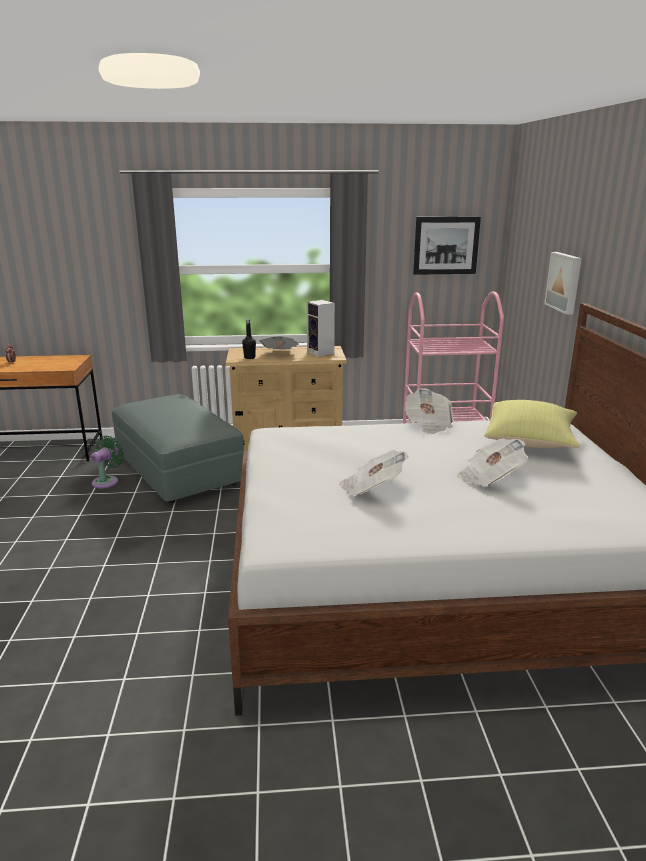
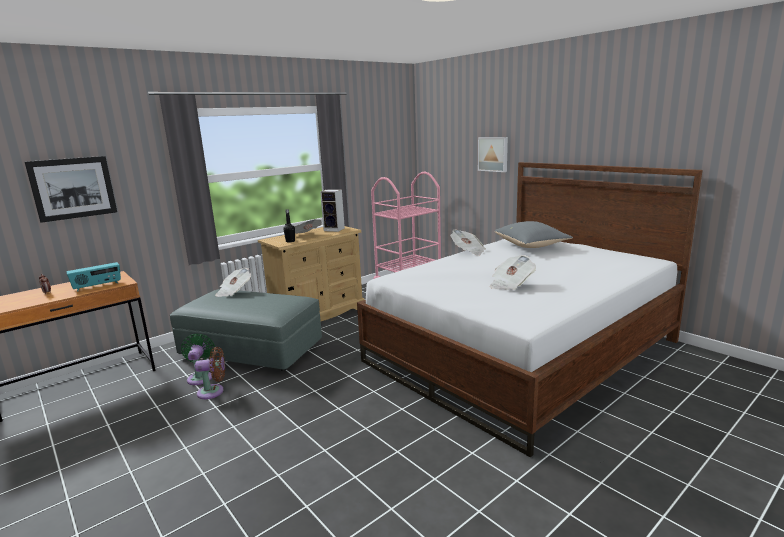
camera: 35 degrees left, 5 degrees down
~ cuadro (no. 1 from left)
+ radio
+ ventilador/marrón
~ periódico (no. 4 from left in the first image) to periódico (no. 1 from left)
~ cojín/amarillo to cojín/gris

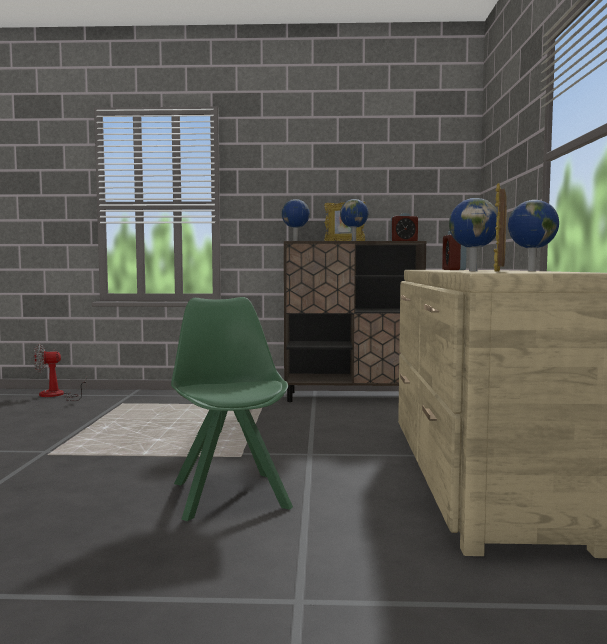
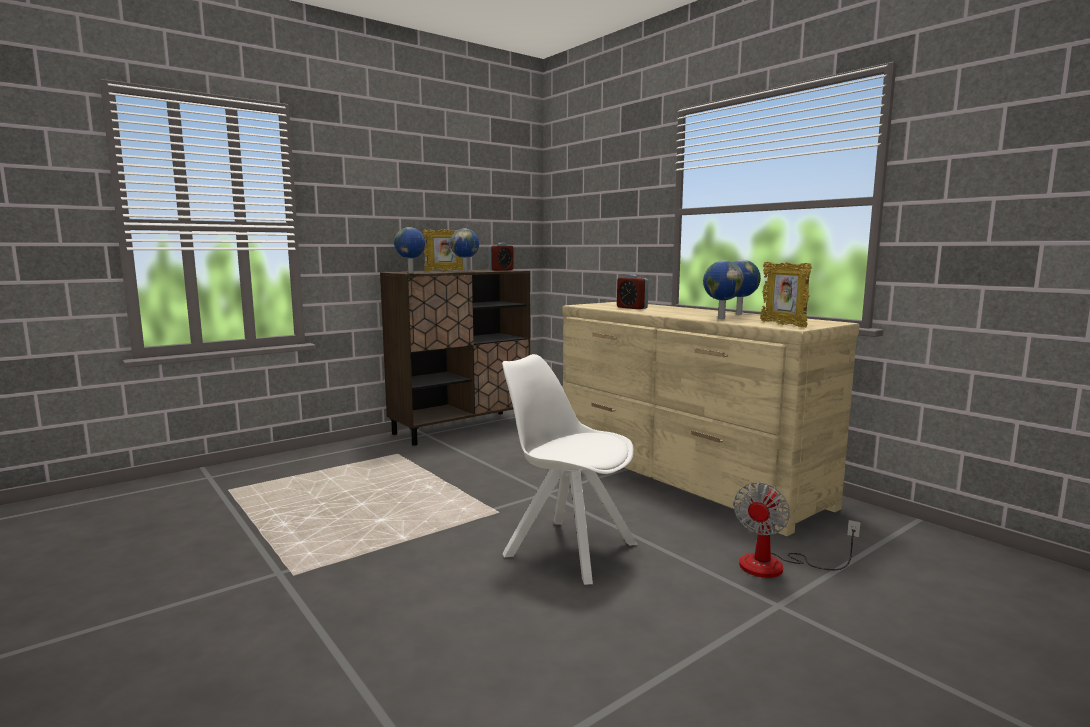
camera: 40 degrees left, 5 degrees up
~ silla/verde to silla/blanco
~ ventilador

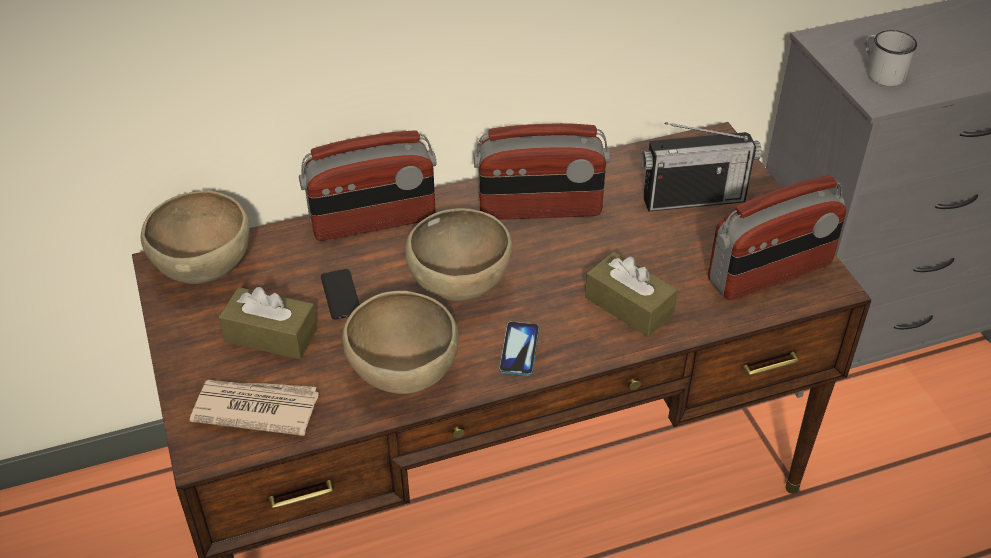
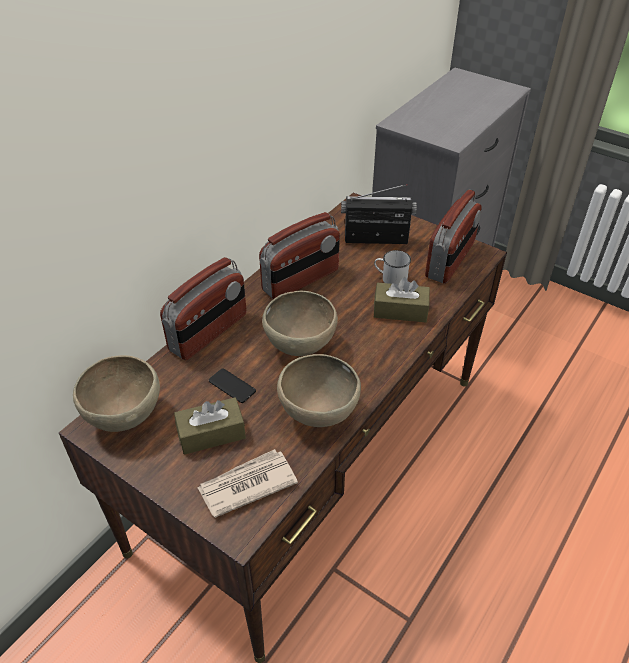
camera: 35 degrees left, 0 degrees up
~ radio (no. 3 from left) 135 degrees counterclockwise
~ taza grande/blanco
- móvil (no. 2 from left)

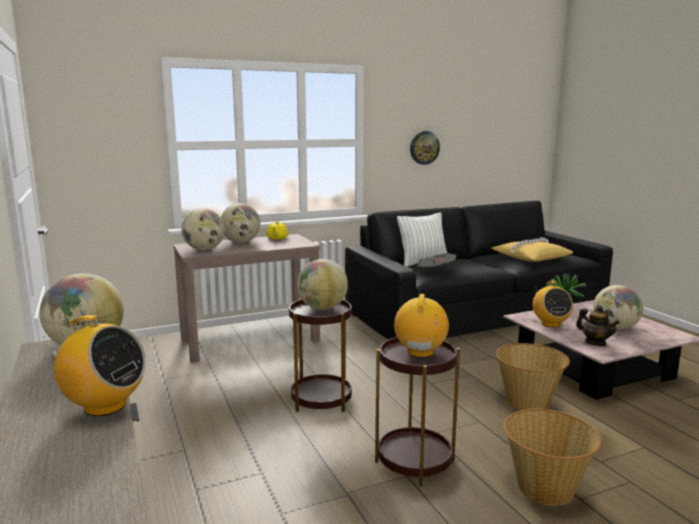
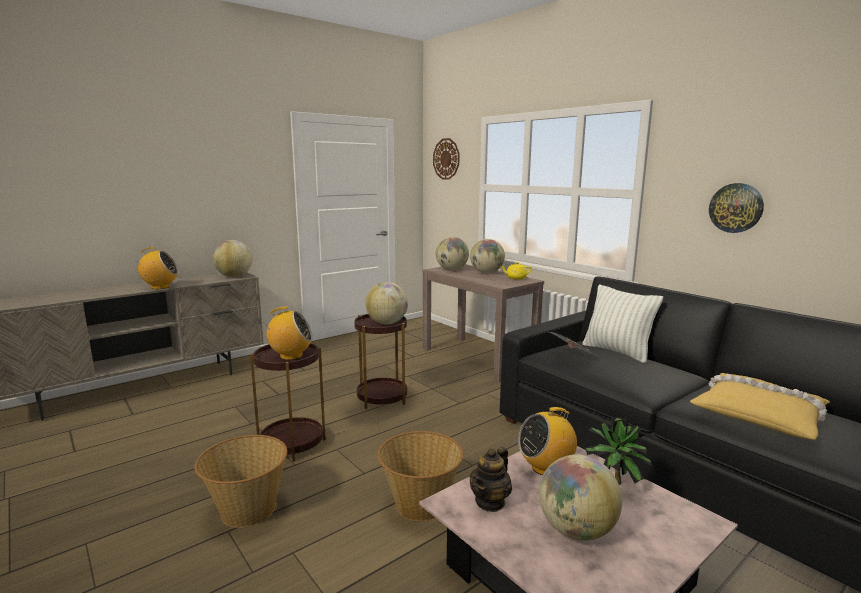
camera: 75 degrees right, 0 degrees up
~ radio (no. 1 from left) 105 degrees counterclockwise
+ reloj de pared (no. 1 from left)

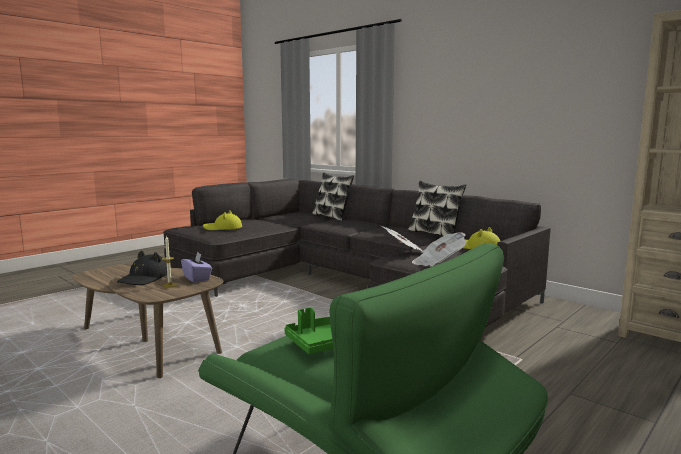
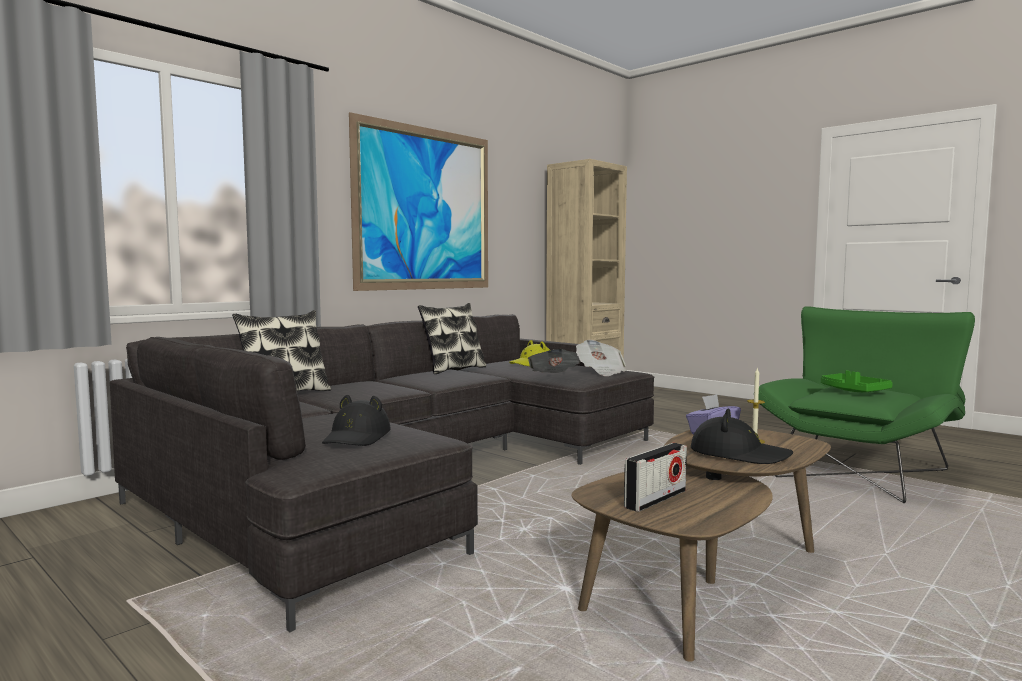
camera: 90 degrees left, 5 degrees down
~ sombrero/amarillo (no. 1 from left) to sombrero/negro (no. 1 from left)
+ cuadro
+ radio

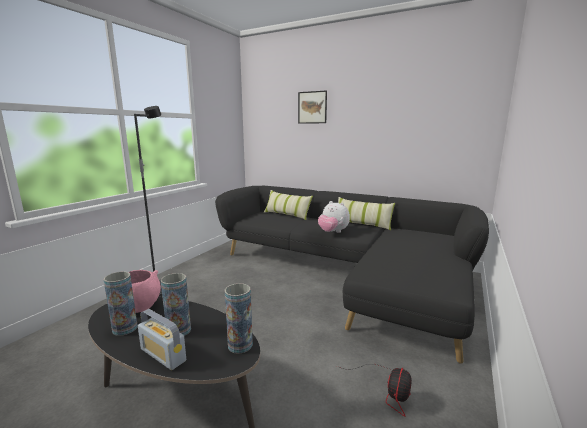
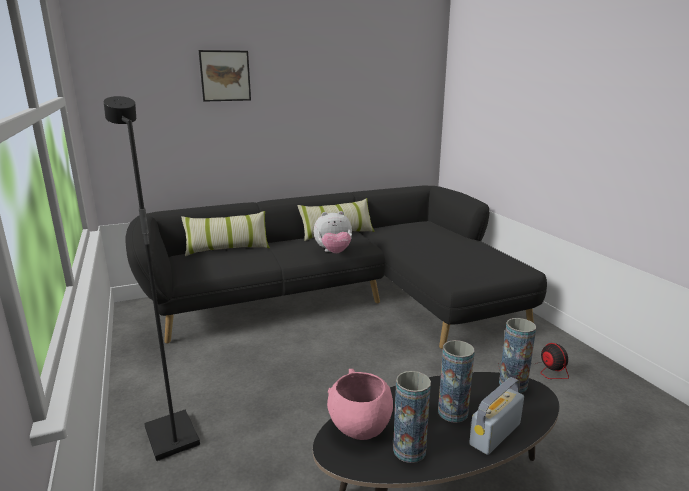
camera: 50 degrees left, 5 degrees up
~ radio 150 degrees clockwise

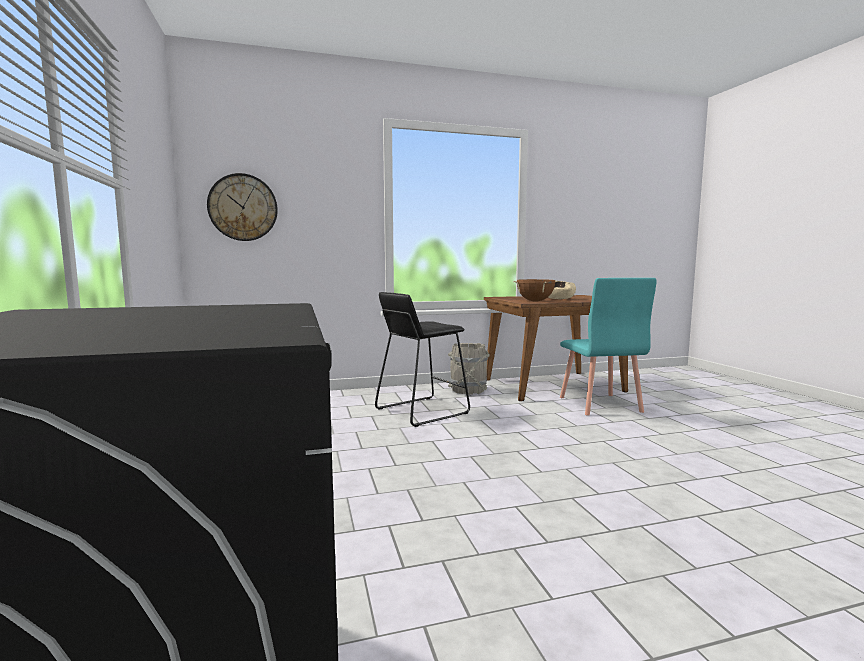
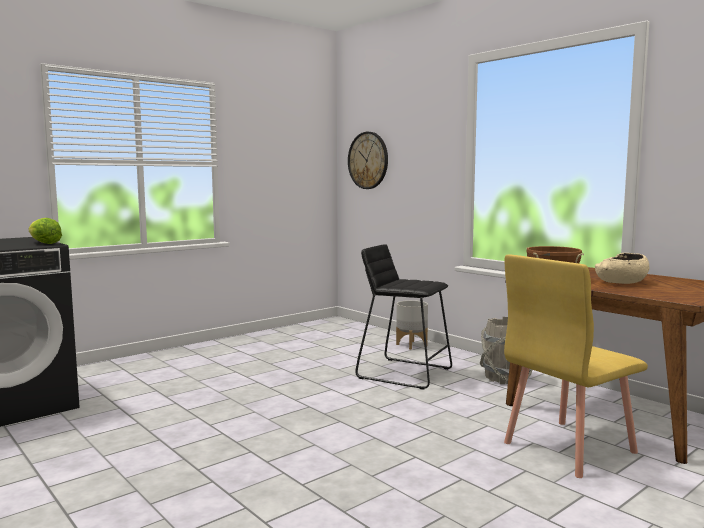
camera: 65 degrees right, 0 degrees up
+ lechuga
+ maceta/gris
~ silla/turquesa to silla/amarillo

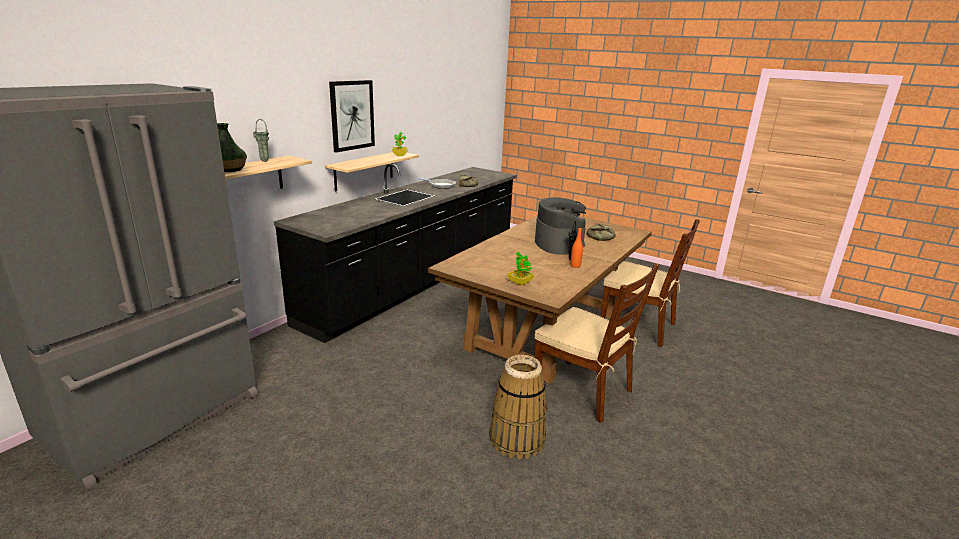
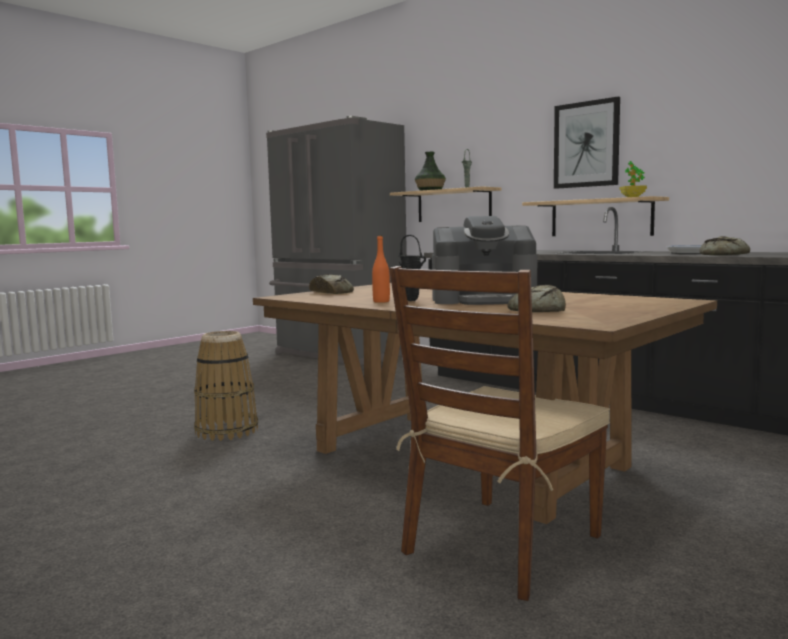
camera: 100 degrees right, 15 degrees down
~ planta en maceta (no. 2 from left) to pan (no. 1 from left)
- silla/marrón (no. 1 from left)

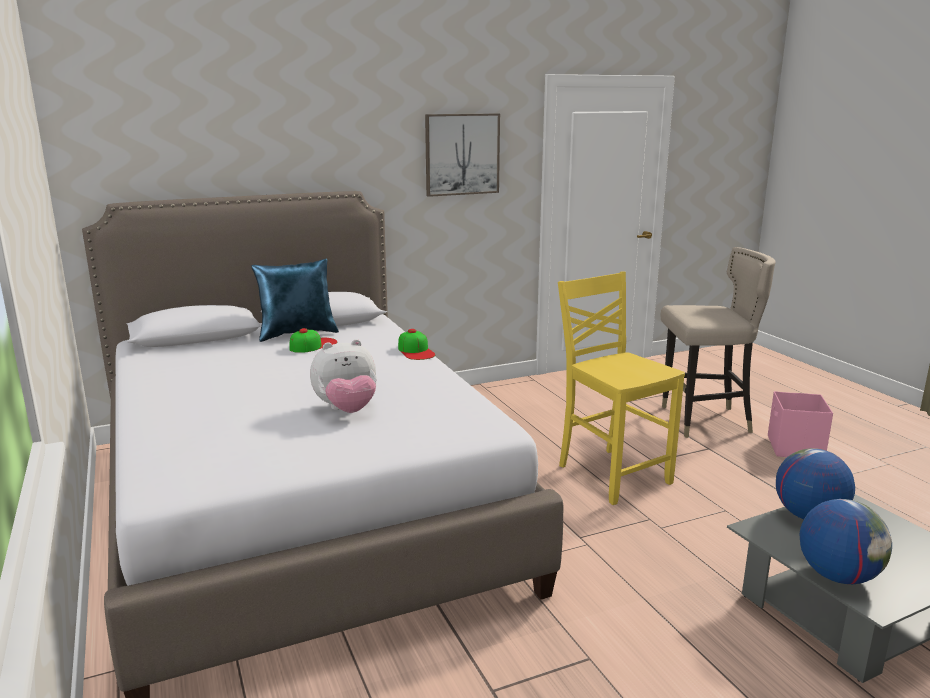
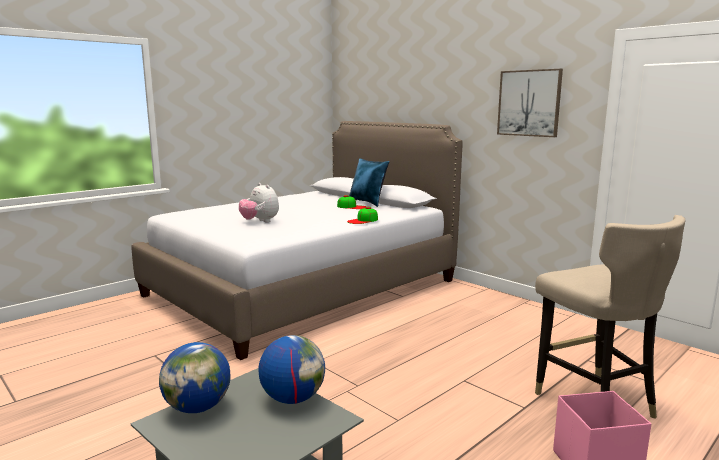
camera: 70 degrees right, 5 degrees down
- silla/amarillo

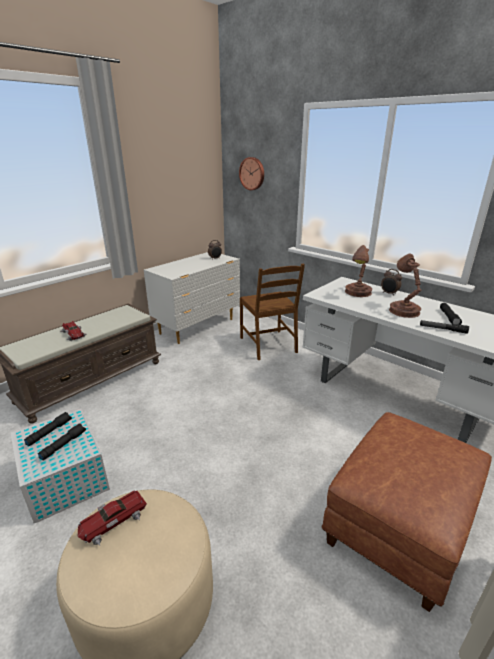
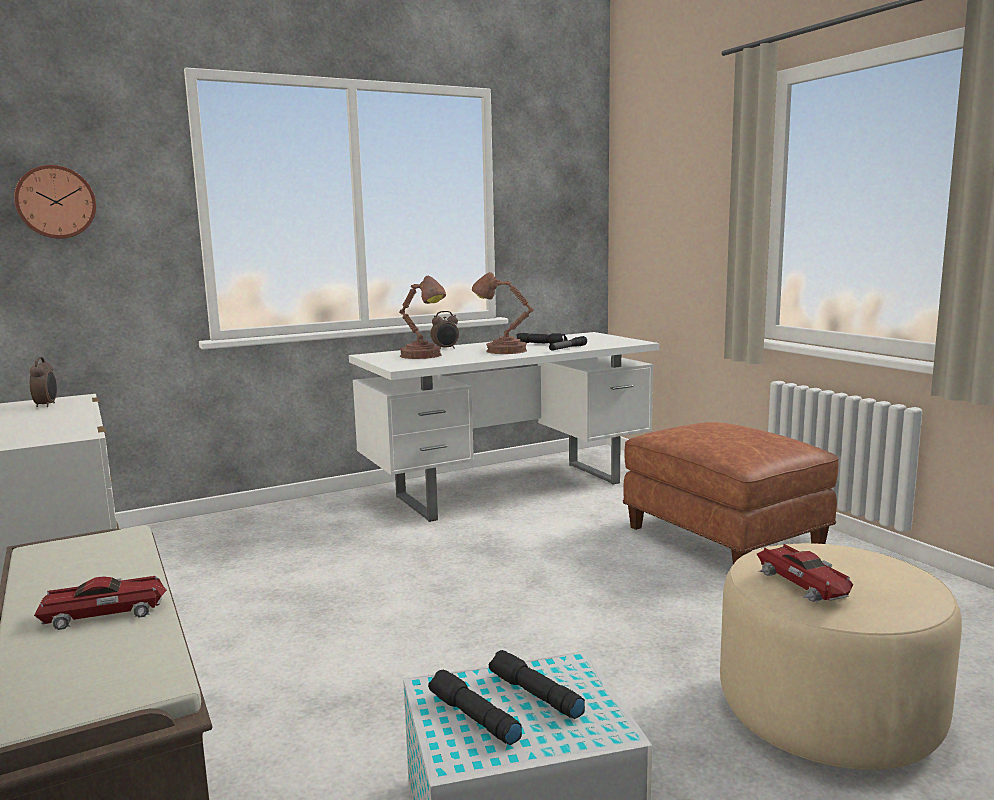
camera: 70 degrees left, 15 degrees down
- silla/marrón

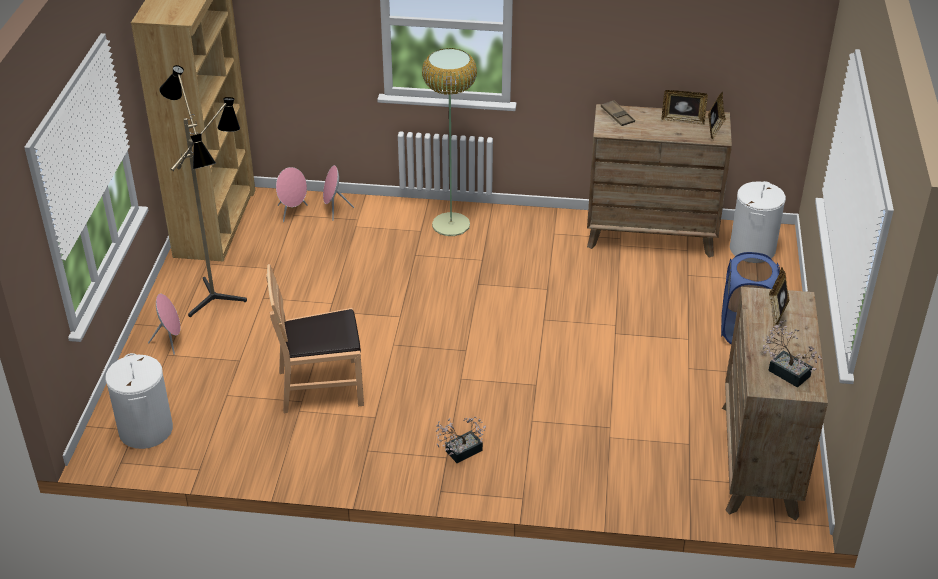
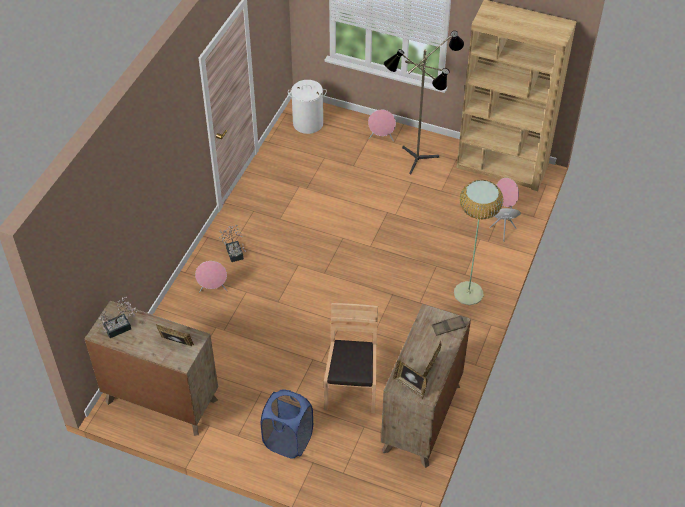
camera: 105 degrees right, 10 degrees up
+ altavoz/rosa (no. 1 from left)
~ silla/marrón
- cesto de la ropa/blanco (no. 2 from left)

